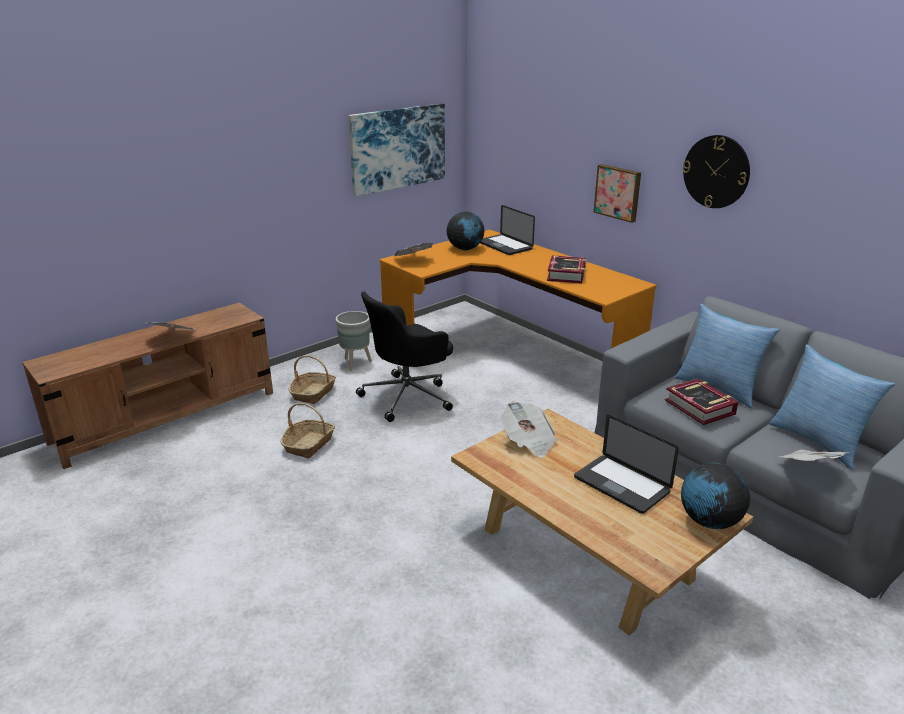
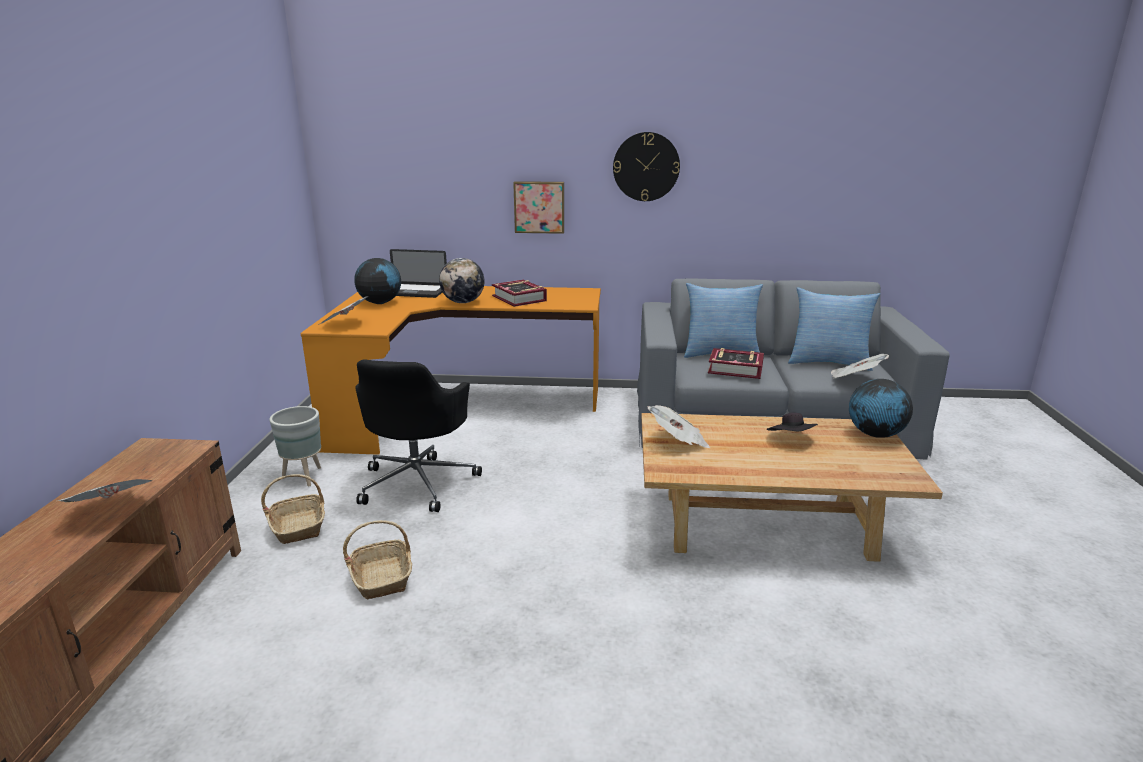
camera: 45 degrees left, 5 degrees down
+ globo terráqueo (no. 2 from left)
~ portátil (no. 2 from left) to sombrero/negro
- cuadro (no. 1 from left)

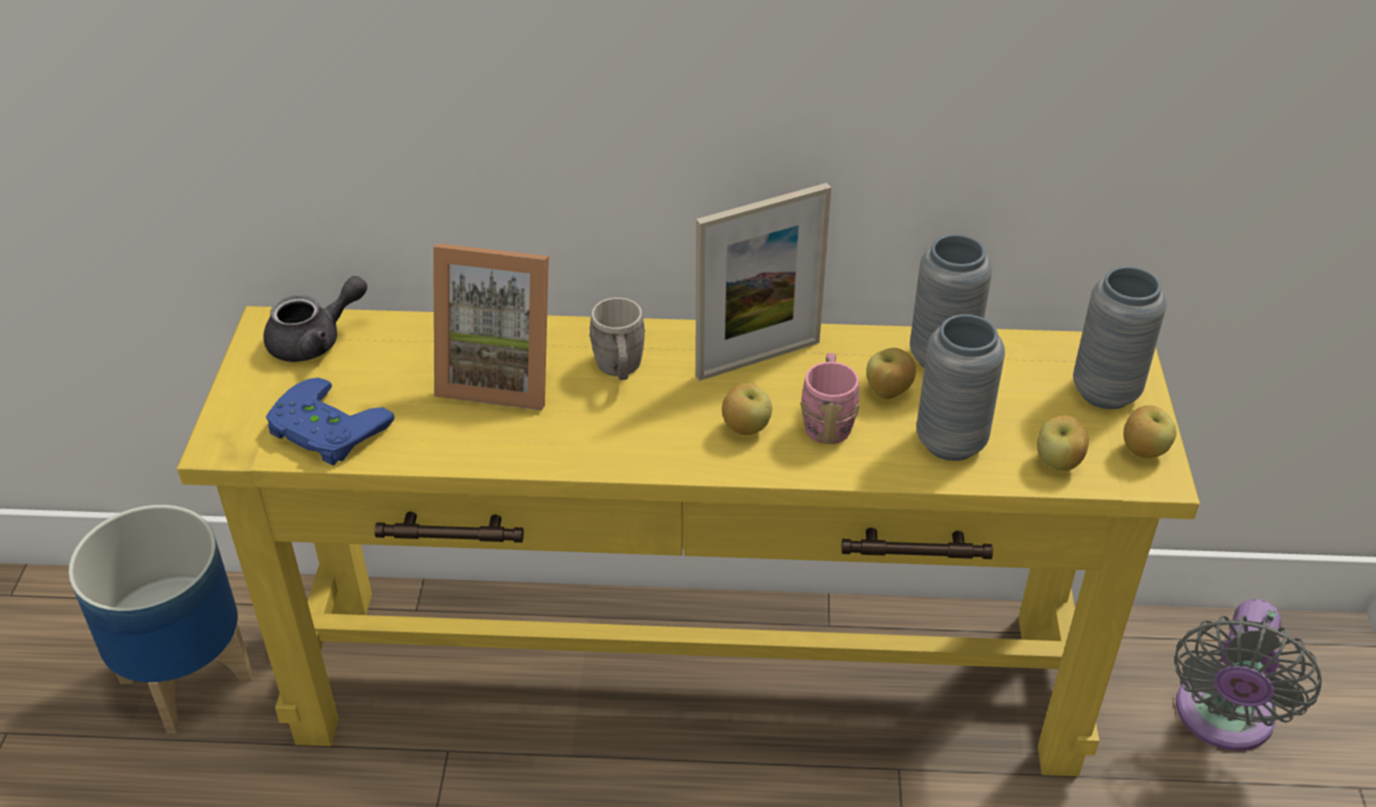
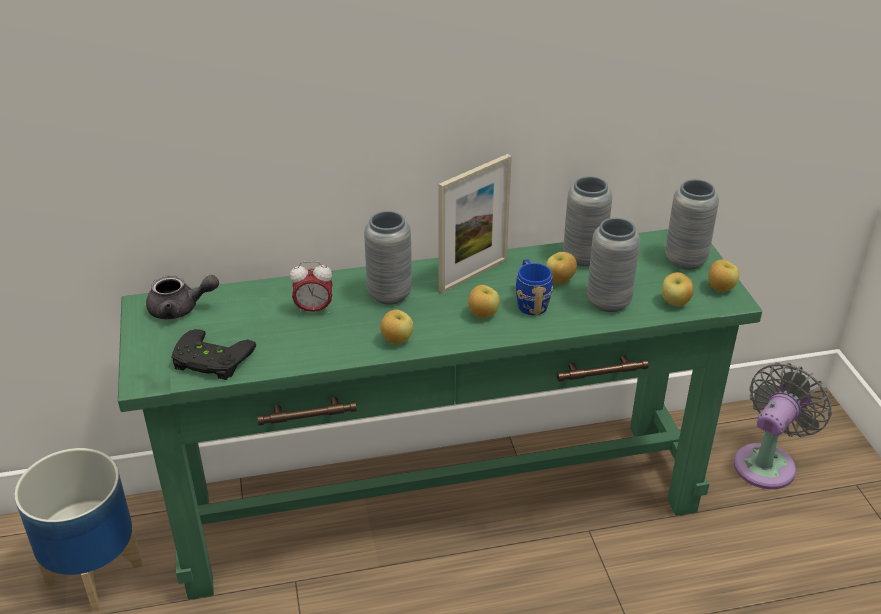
camera: 15 degrees left, 5 degrees down
~ mesa consola/amarillo to mesa consola/verde
~ tetera/gris 45 degrees clockwise
~ mando de consola/azul to mando de consola/negro
~ portarretratos (no. 1 from left) to despertador
~ taza grande/gris to florero/gris (no. 1 from left)
+ manzana (no. 1 from left)
~ taza grande/rosa to taza grande/azul
~ ventilador/gris 150 degrees counterclockwise

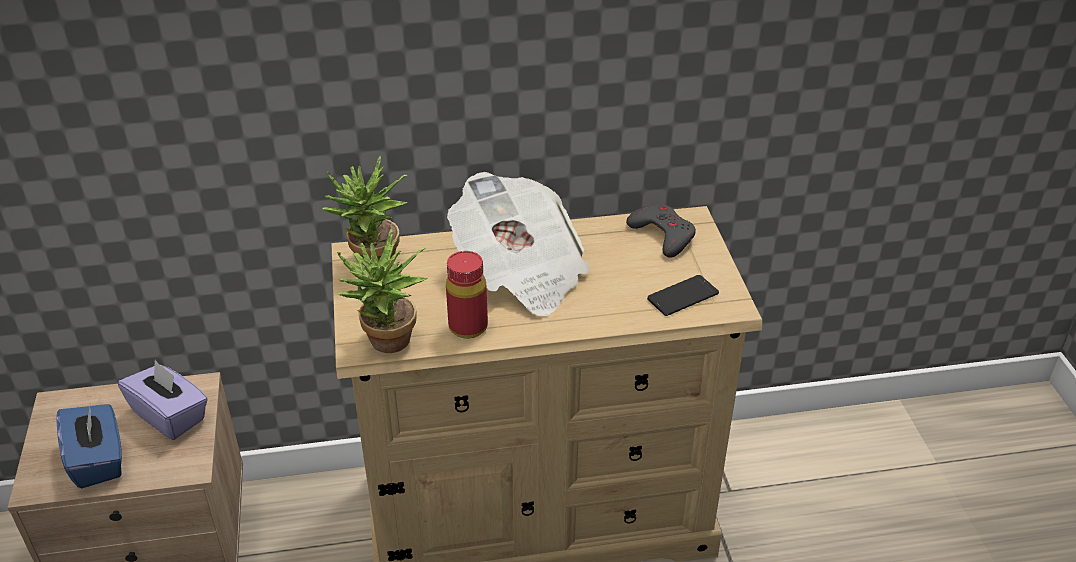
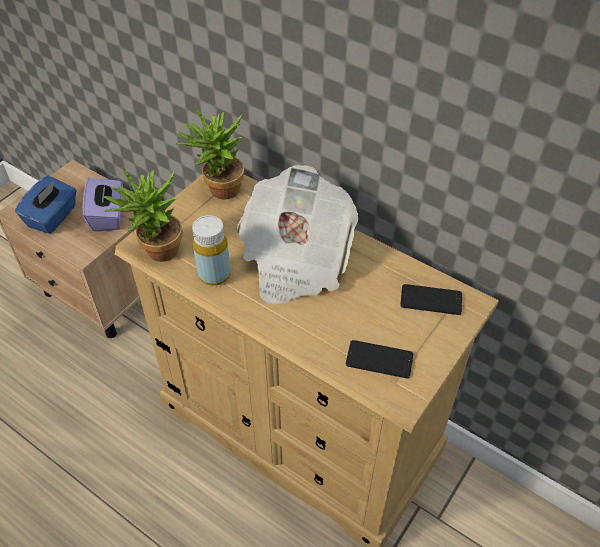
camera: 45 degrees right, 10 degrees up
~ botella/rojo to botella/amarillo
~ mando de consola/gris to móvil (no. 2 from left)

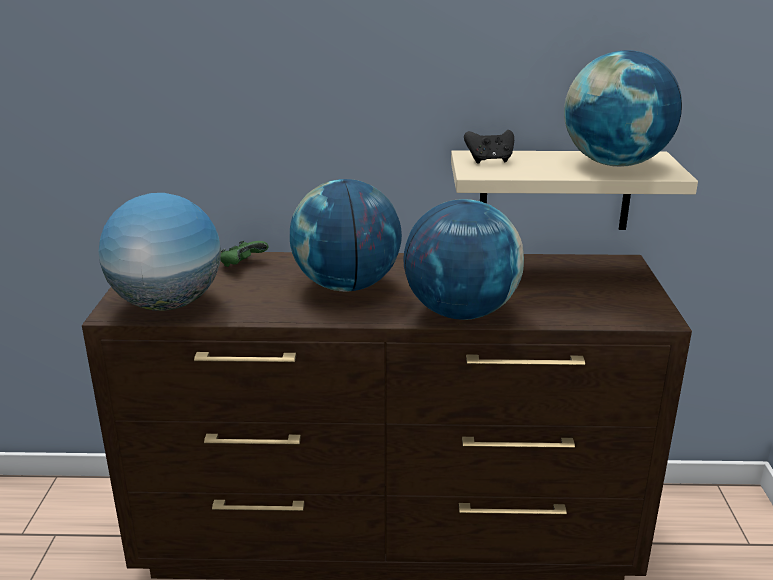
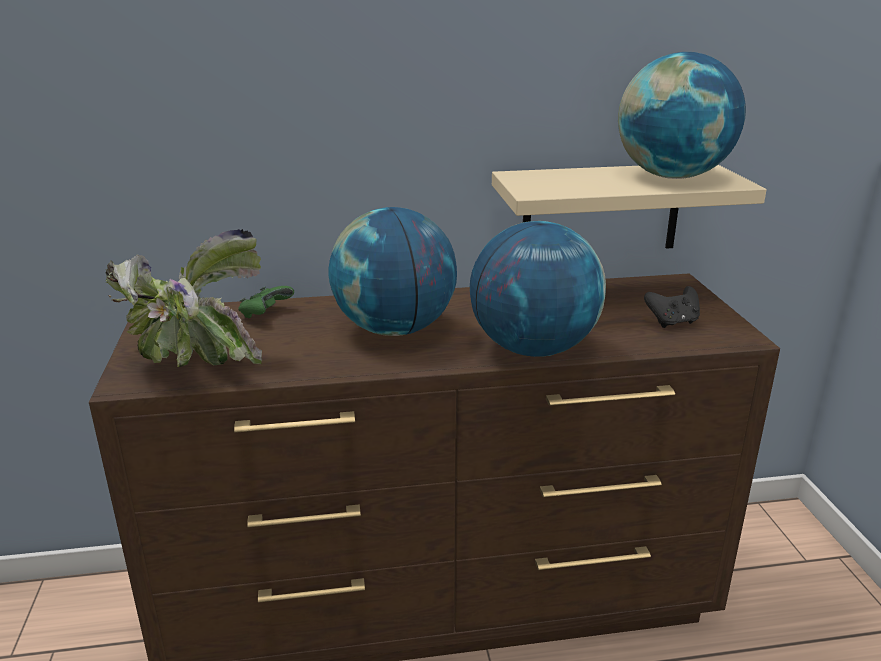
camera: 10 degrees left, 0 degrees up
~ globo terráqueo (no. 1 from left) to planta en maceta
~ mando de consola/negro

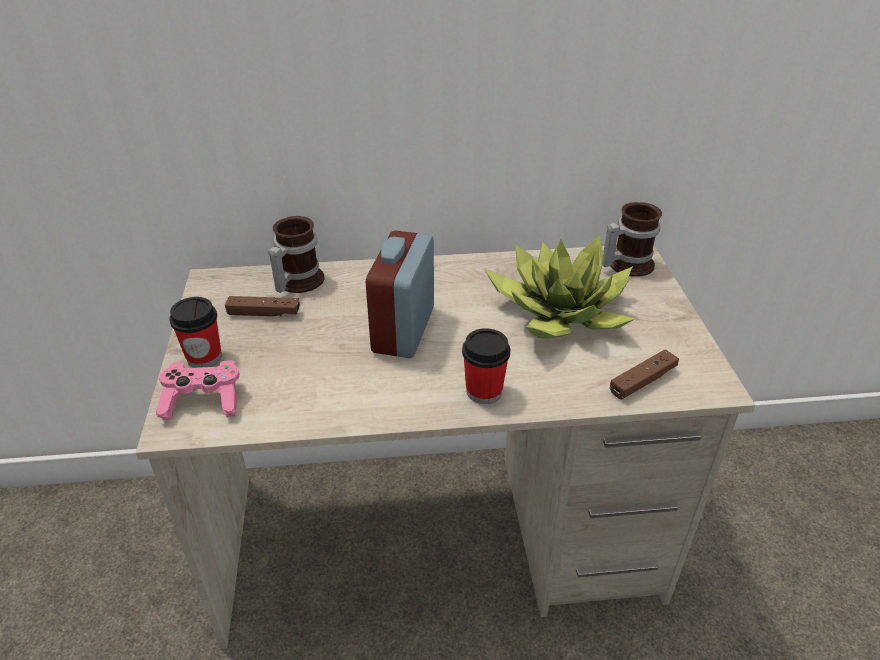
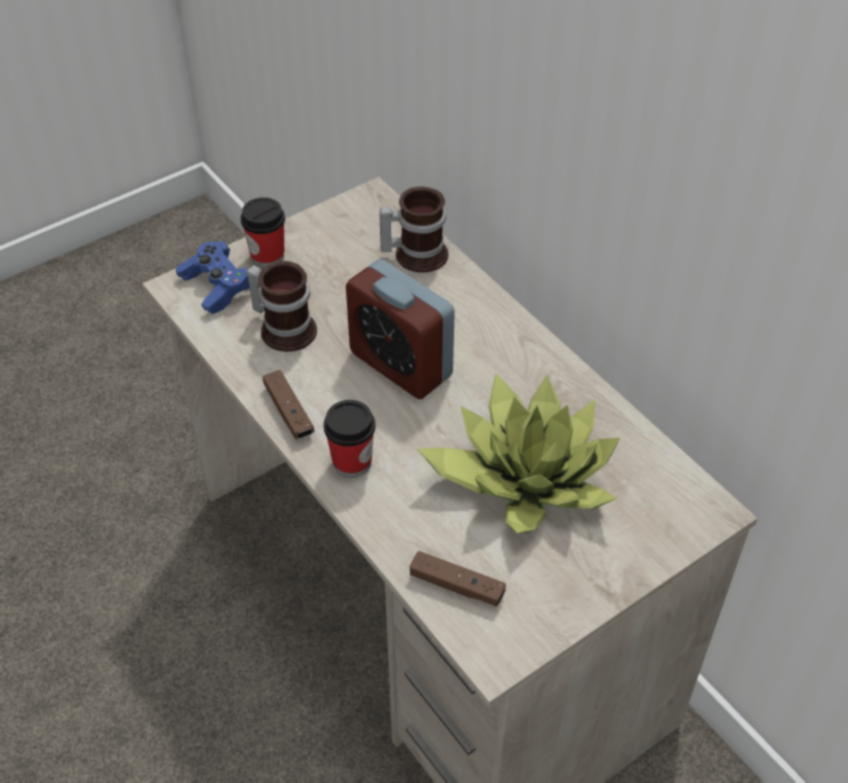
camera: 60 degrees right, 10 degrees up
~ mando de consola/rosa to mando de consola/azul
~ taza grande (no. 2 from left in the first image) to taza grande (no. 1 from left)
~ mando de consola/marrón (no. 1 from left)
~ despertador 120 degrees counterclockwise

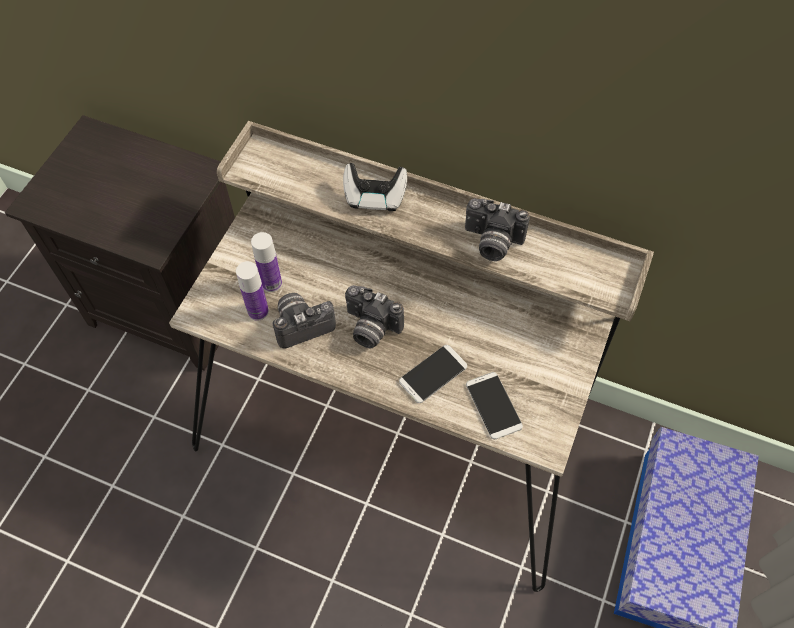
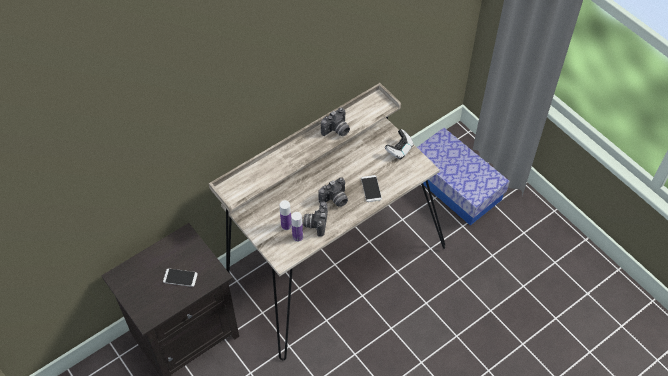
camera: 60 degrees left, 5 degrees down
~ móvil (no. 2 from left in the first image) to móvil (no. 1 from left)
~ mando de consola

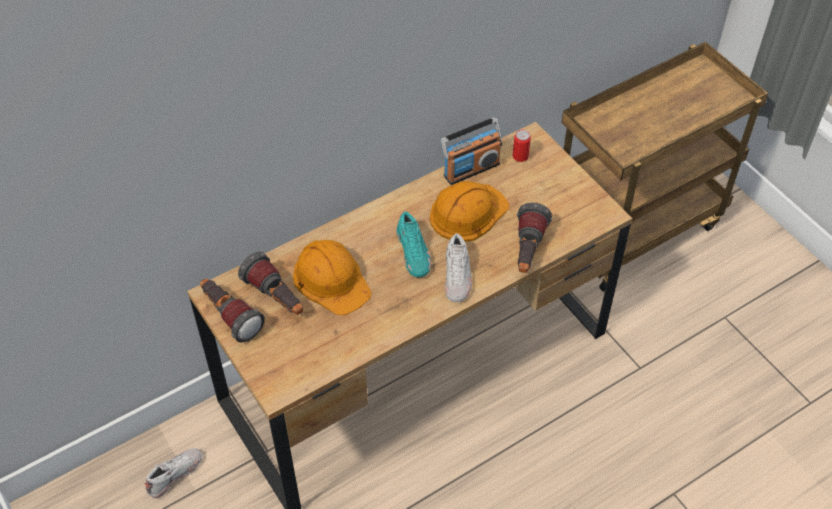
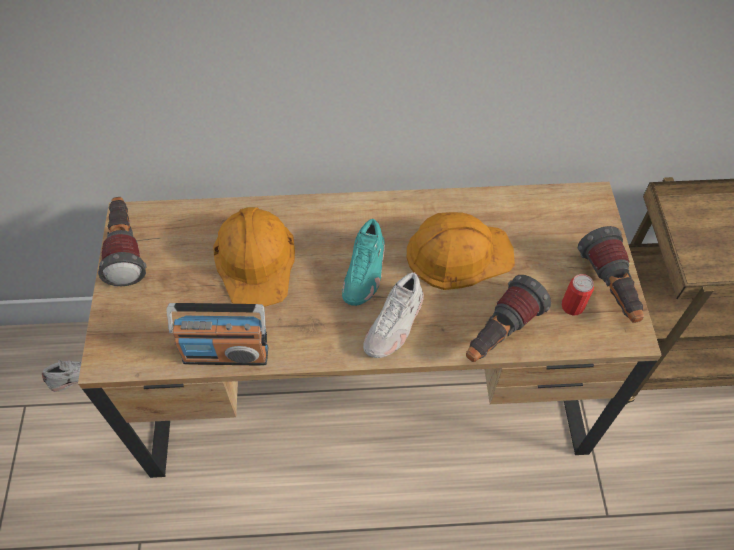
camera: 30 degrees right, 5 degrees up
~ radio
~ lata
~ linterna (no. 2 from left in the first image) to linterna (no. 3 from left)

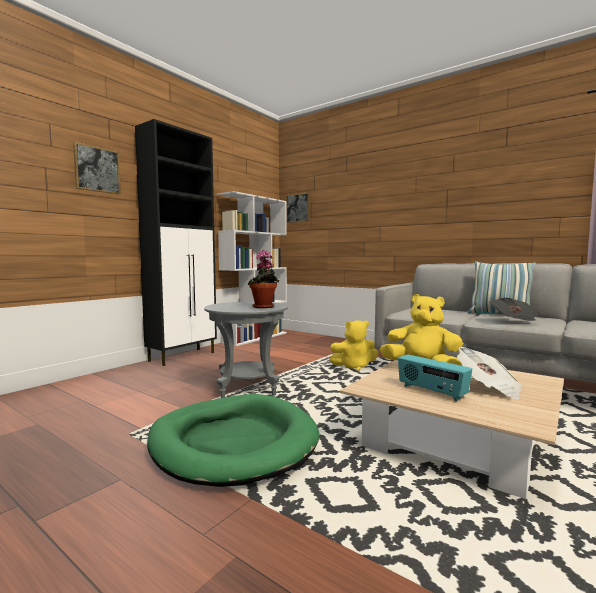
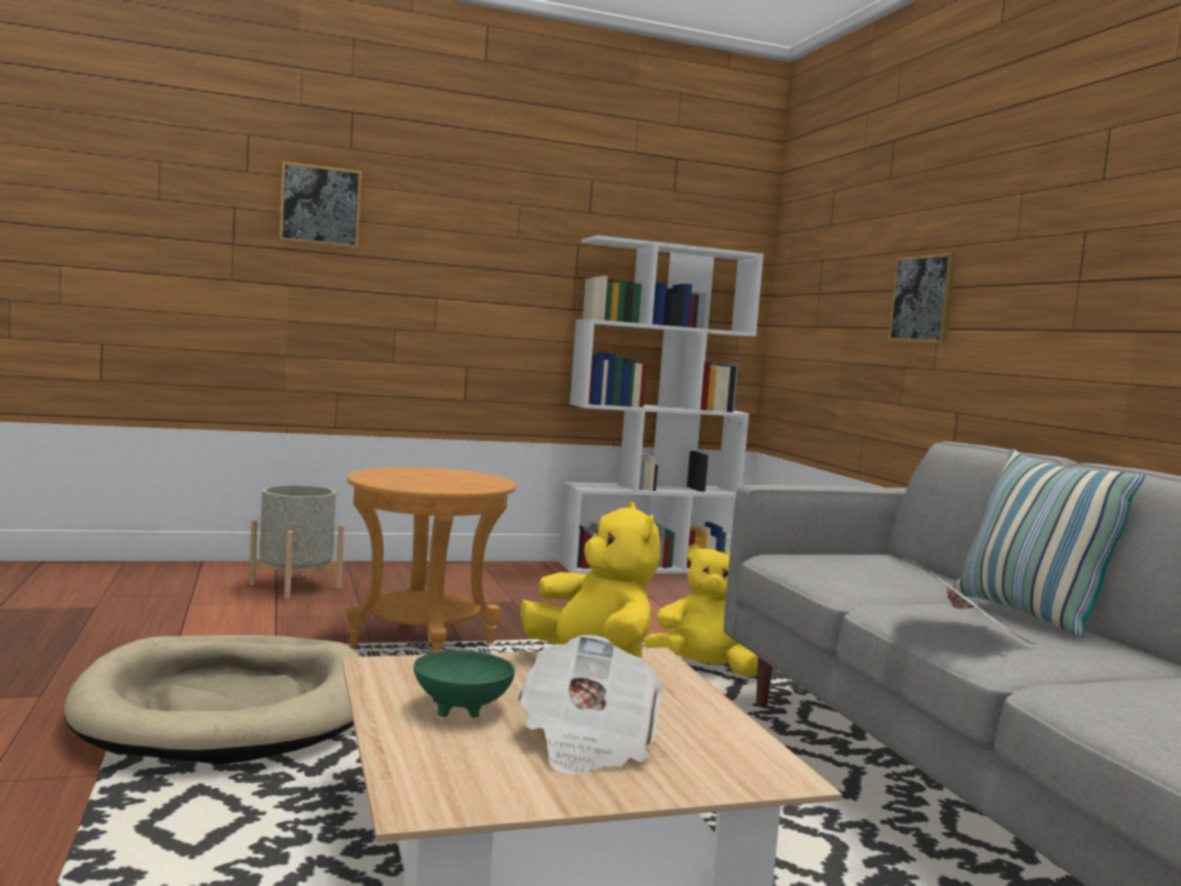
camera: 35 degrees right, 0 degrees up
~ cama para perro/verde to cama para perro/beis
+ maceta/gris
~ mesa auxiliar/gris to mesa auxiliar/marrón
~ radio to cuenco/verde
~ peluche/amarillo (no. 1 from left in the first image) 150 degrees clockwise
~ cuadro (no. 2 from left)
- armario/negro
- planta en maceta

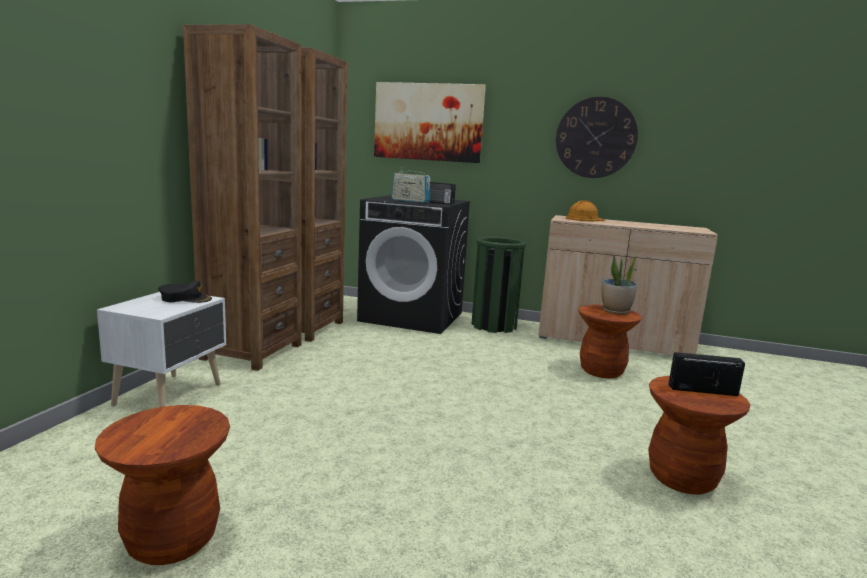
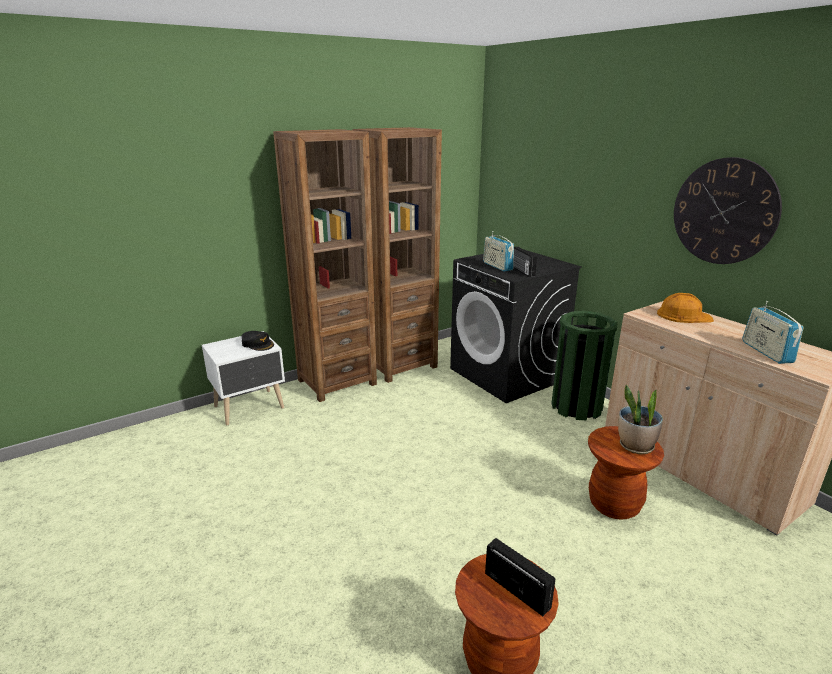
camera: 40 degrees right, 10 degrees up
+ radio (no. 4 from left)
- taburete/marrón (no. 1 from left)
- cuadro

